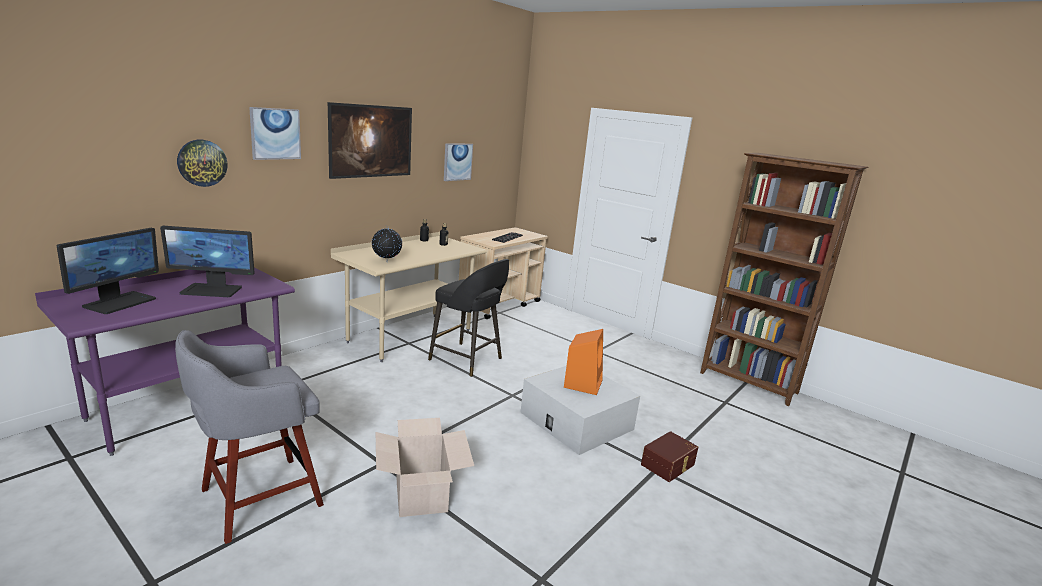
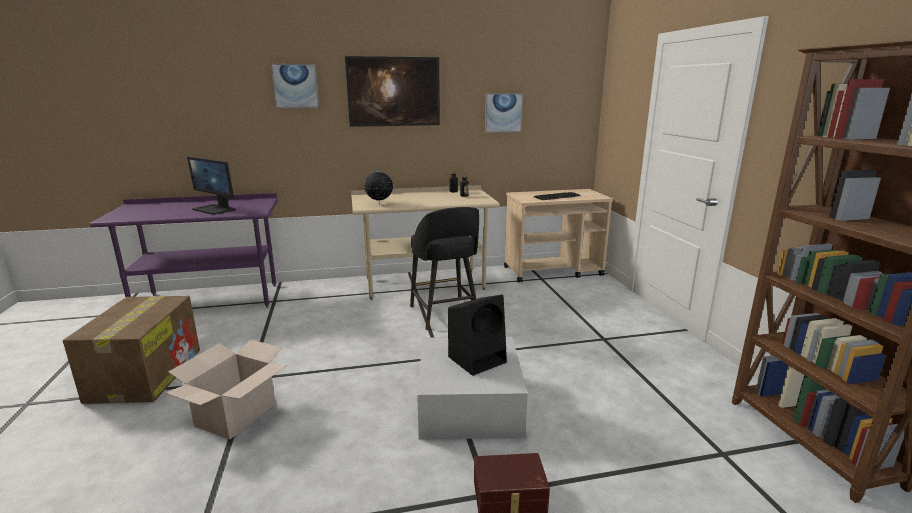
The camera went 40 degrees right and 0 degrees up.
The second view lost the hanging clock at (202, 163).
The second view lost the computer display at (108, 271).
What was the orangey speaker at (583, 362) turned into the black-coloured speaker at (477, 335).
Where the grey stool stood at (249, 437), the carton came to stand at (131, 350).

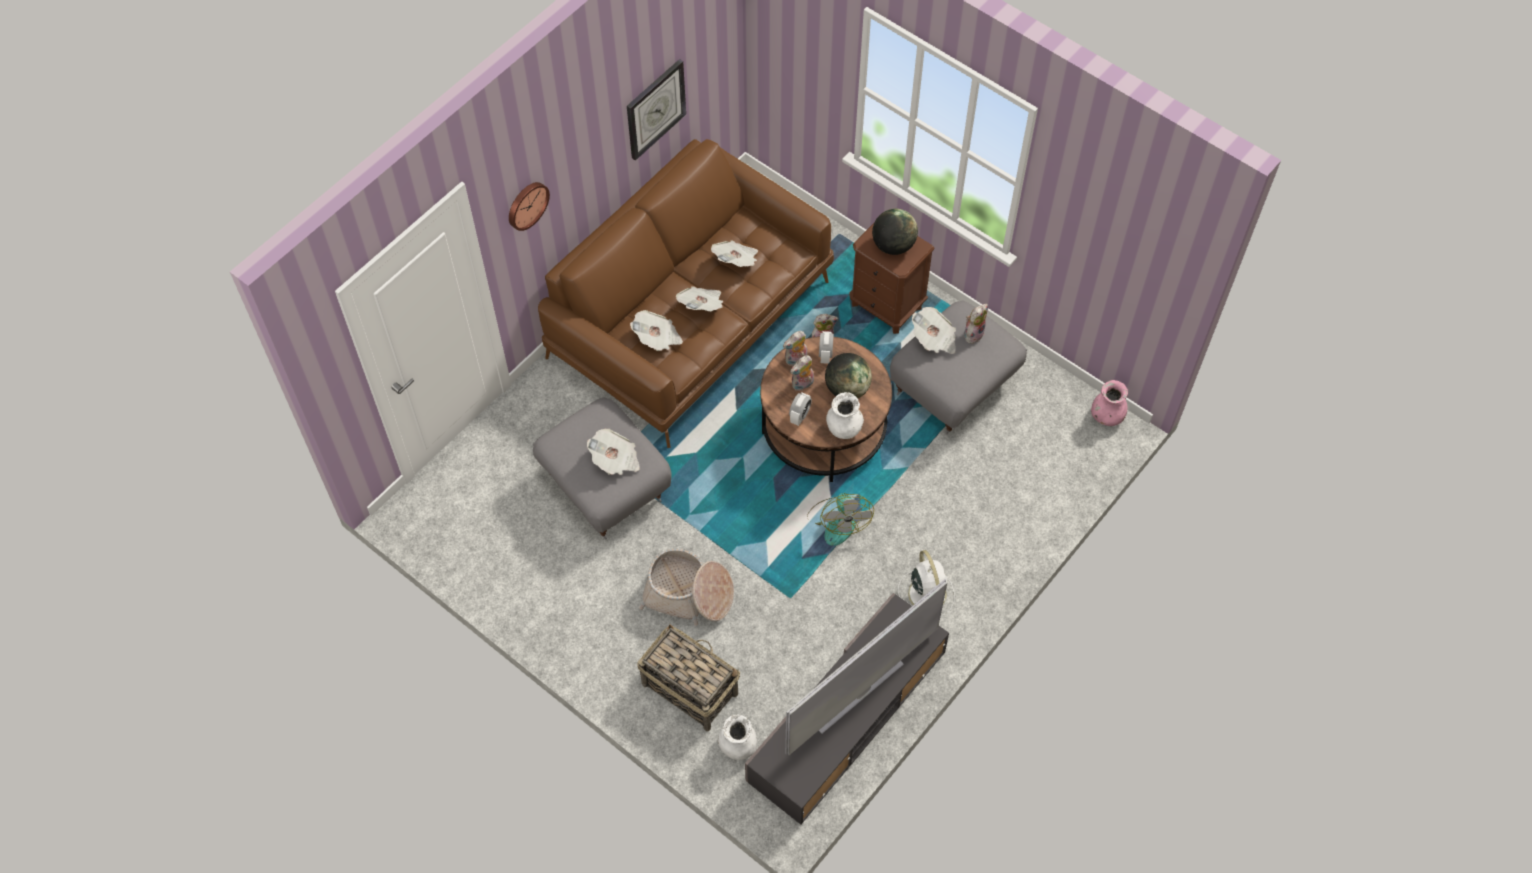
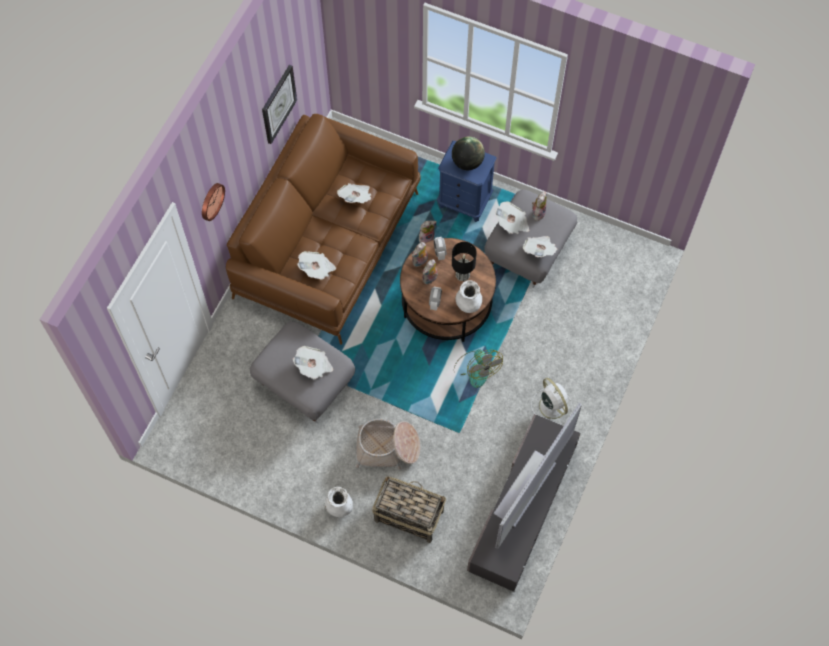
The camera went 15 degrees left and 5 degrees up.
What was the brown-coloured bedside table at (892, 278) turned into the blue-coloured bedside table at (467, 181).
The newspaper ended up elsewhere, having gone from (699, 298) to (540, 246).
Where the desk globe stood at (848, 375), the black-coloured tabletop lamp came to stand at (464, 261).
The second view lost the pinkish decorative vase at (1109, 403).
The white decorative vase ended up elsewhere, having gone from (737, 737) to (339, 502).

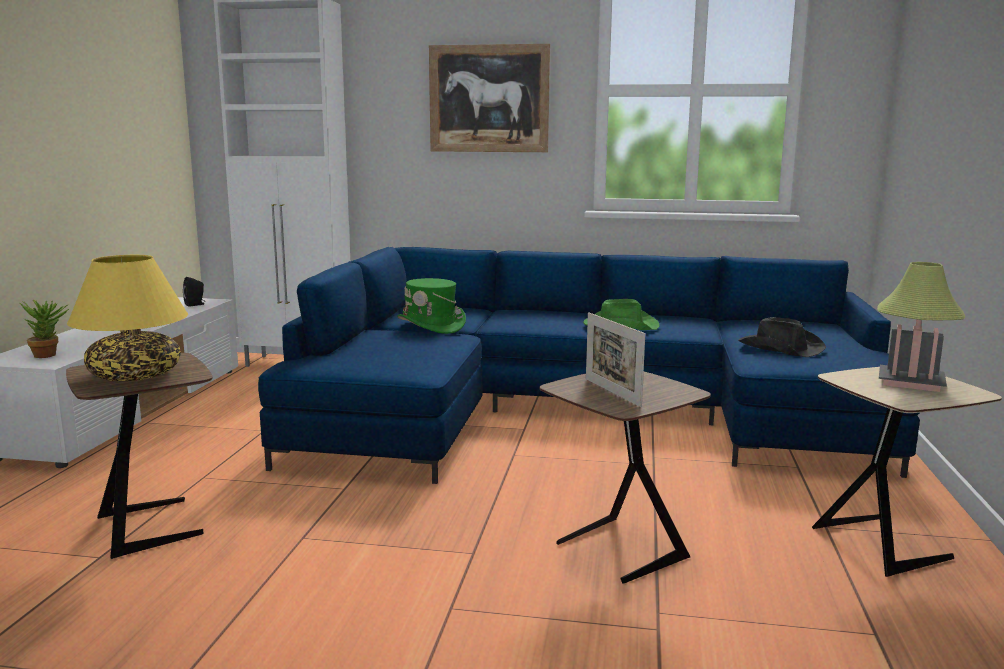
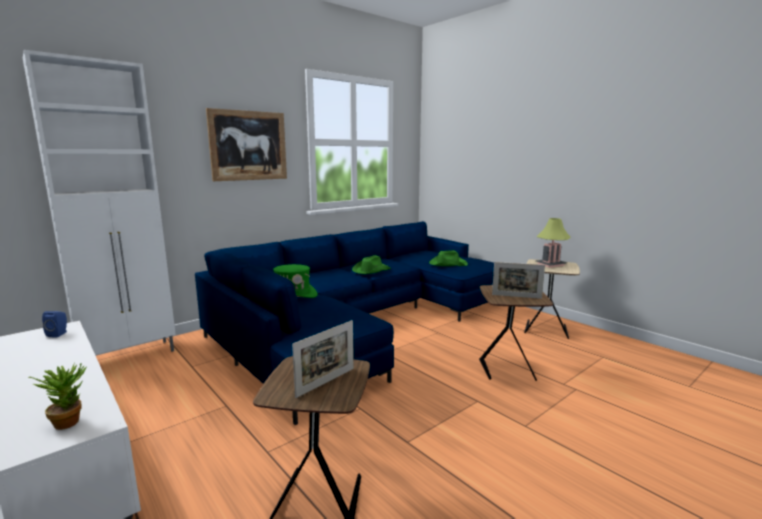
The camera went 50 degrees left and 0 degrees up.
Where the yellowish tabletop lamp stood at (127, 318), the picture frame came to stand at (323, 359).
What was the black-coloured speaker at (193, 292) turned into the blue-coloured speaker at (54, 324).
What was the black-coloured clothing hat at (782, 337) turned into the green-coloured clothing hat at (448, 258).

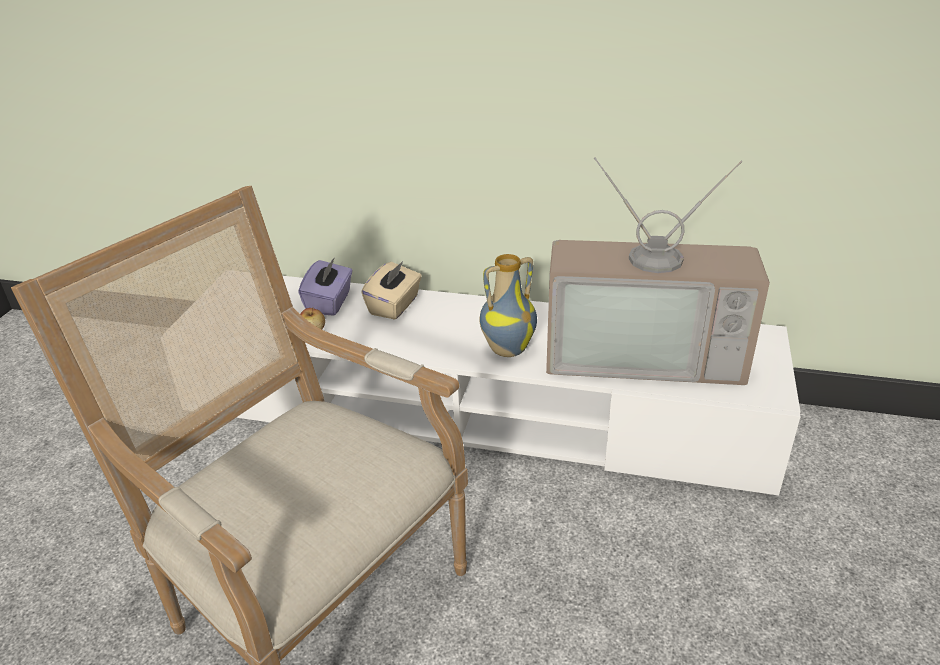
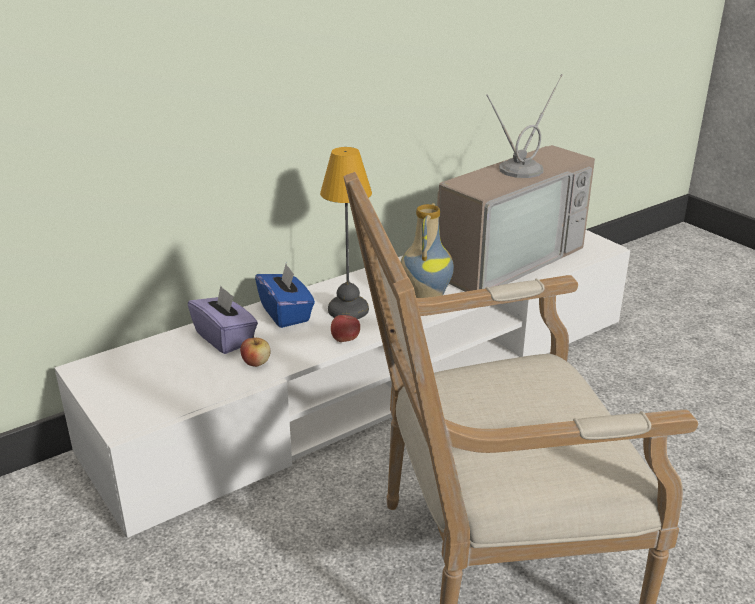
The camera went 50 degrees left and 5 degrees down.
What was the beige box of tissues at (391, 290) turned into the blue-coloured box of tissues at (285, 296).
The second view gained the tabletop lamp at (346, 233).
The second view gained the apple at (345, 328).

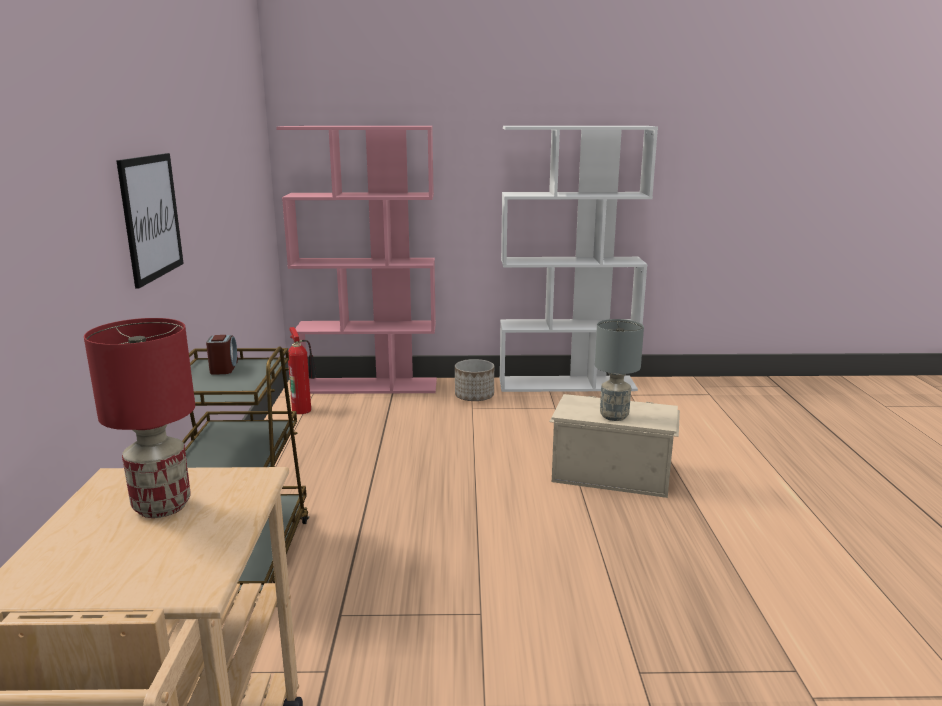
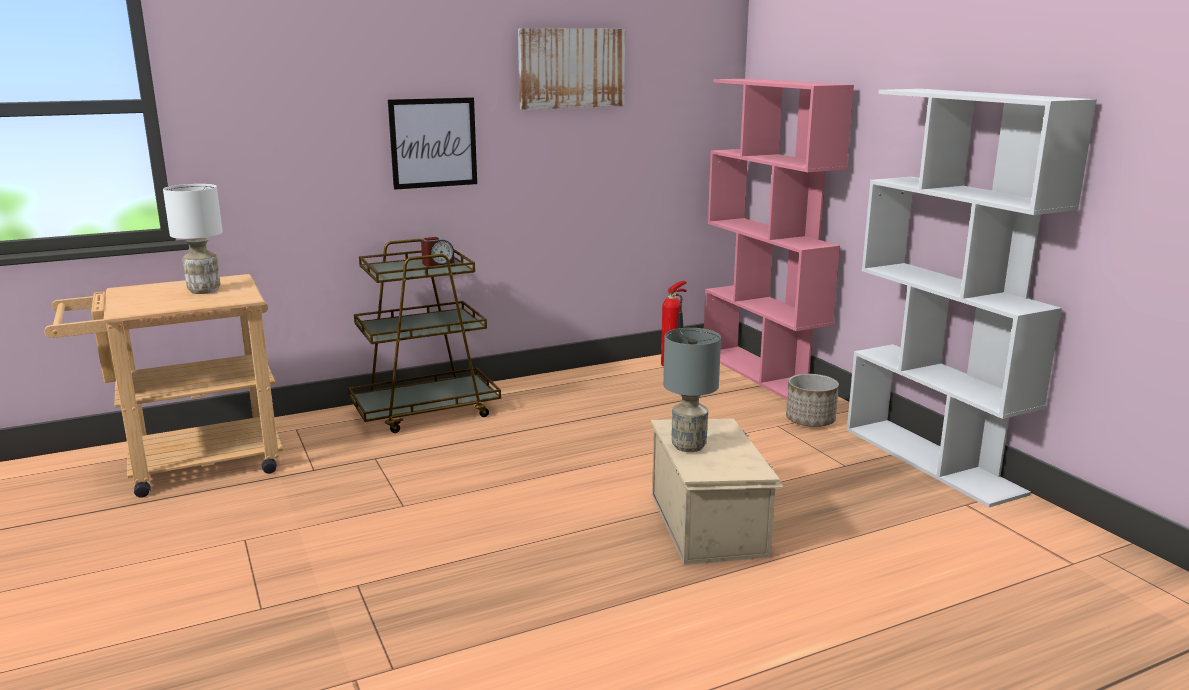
The camera went 65 degrees right and 0 degrees up.
What was the reddish tabletop lamp at (139, 418) turned into the white tabletop lamp at (193, 239).
The second view gained the wall art at (571, 69).

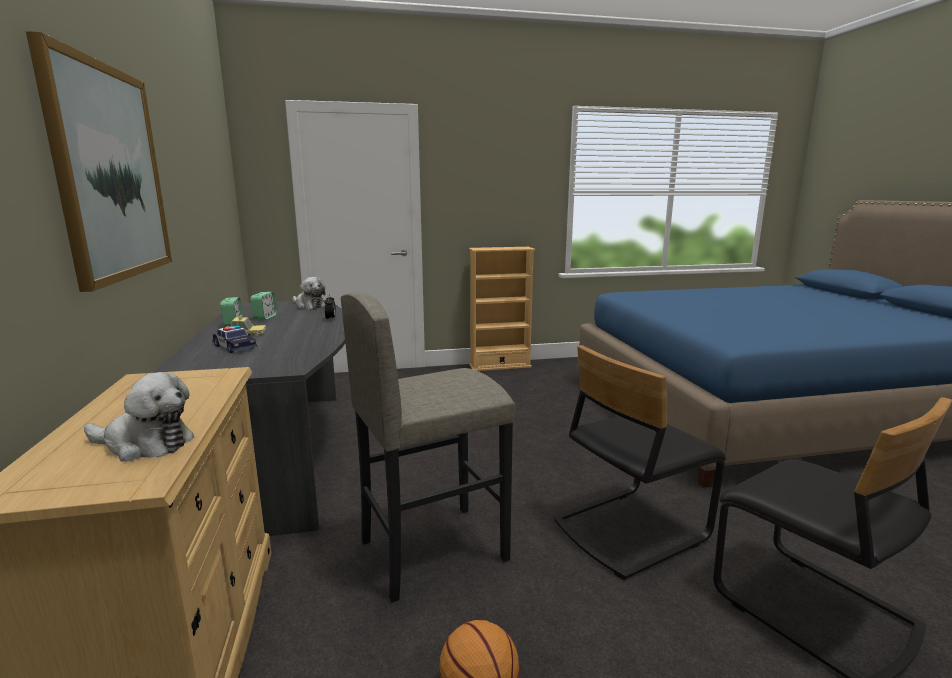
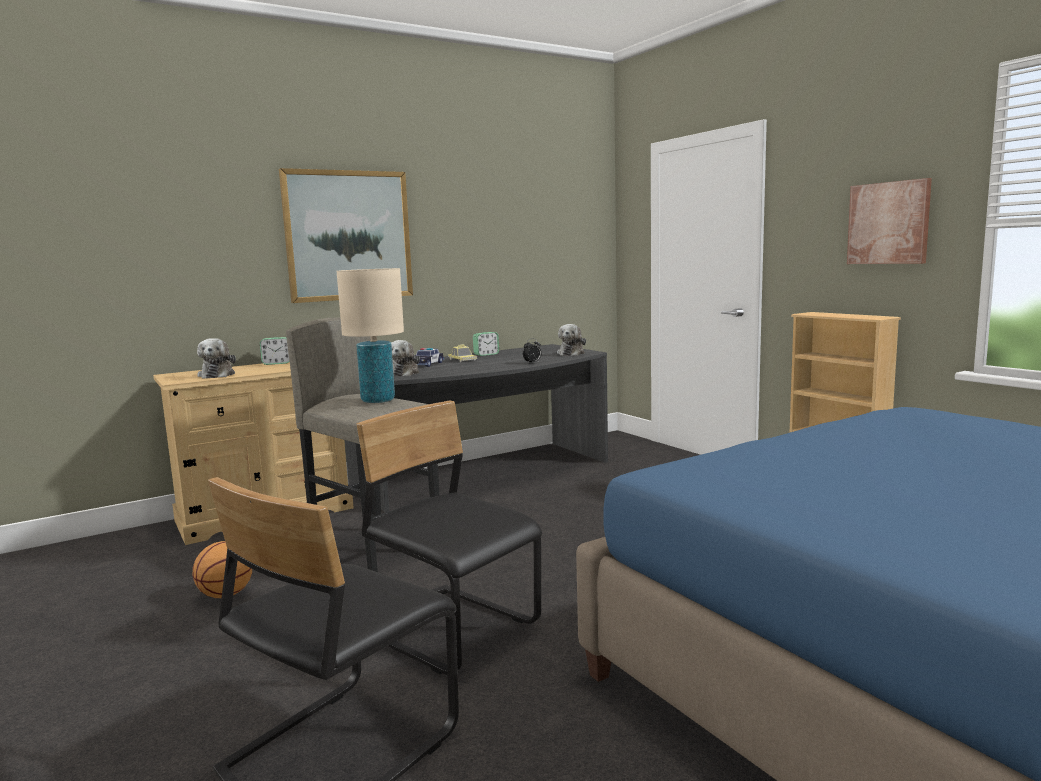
The camera went 70 degrees right and 5 degrees down.
The bedside clock ended up elsewhere, having gone from (263, 306) to (275, 351).
The second view gained the wall art at (889, 221).
The second view gained the beige tabletop lamp at (370, 335).
The second view gained the cuddly toy at (405, 358).

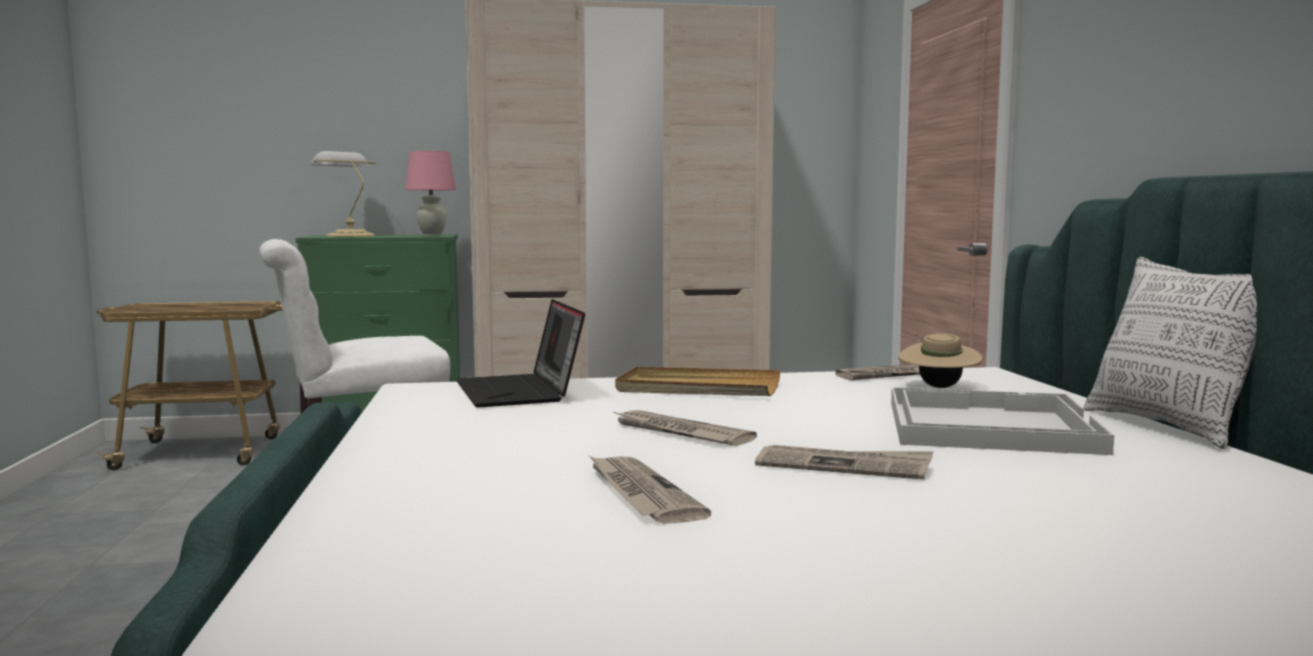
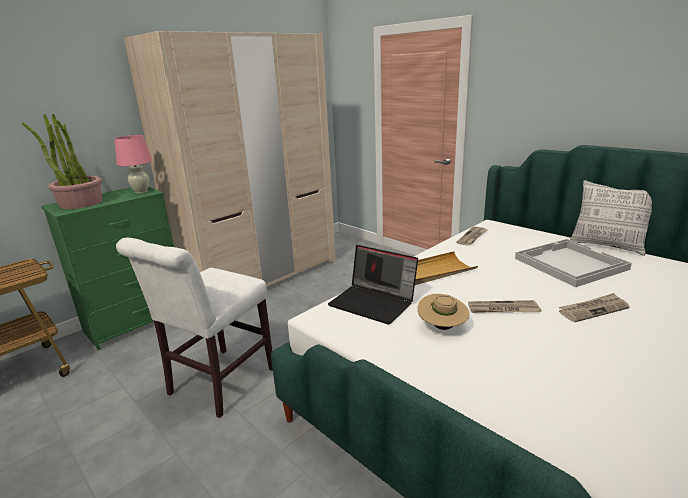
The camera went 35 degrees left and 15 degrees up.
Where the tabletop lamp stood at (343, 194), the houseplant came to stand at (62, 161).
The beige clothing hat ended up elsewhere, having gone from (940, 360) to (443, 312).
The second view lost the newspaper at (650, 490).

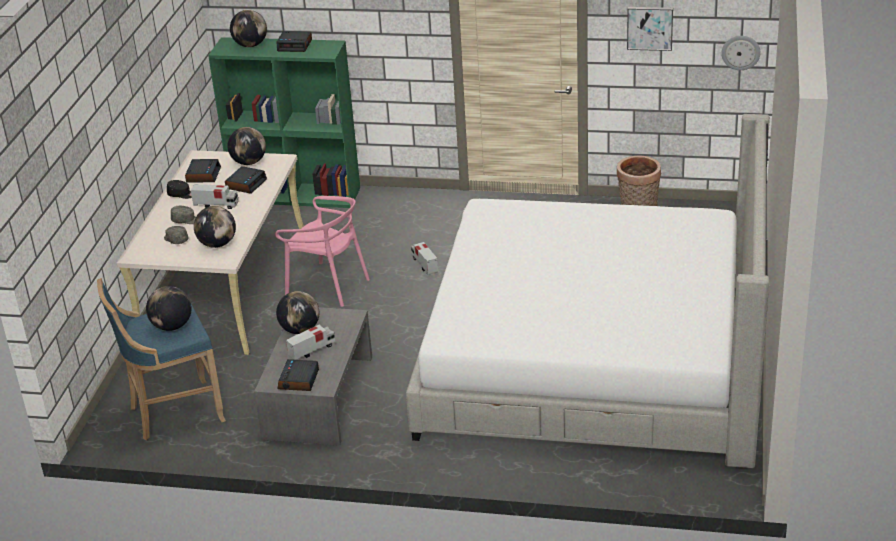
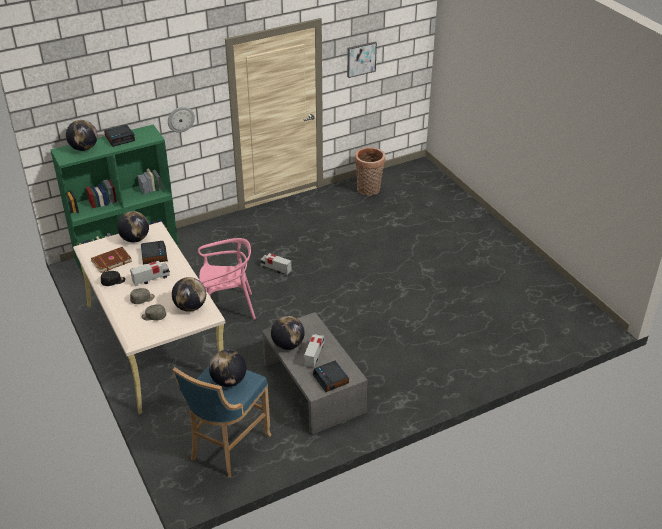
The camera went 40 degrees left and 5 degrees up.
The hanging clock ended up elsewhere, having gone from (741, 53) to (181, 120).
The second view lost the sleeping bed at (588, 291).
Where the bedside clock stood at (203, 171), the brown-coloured volume came to stand at (111, 260).

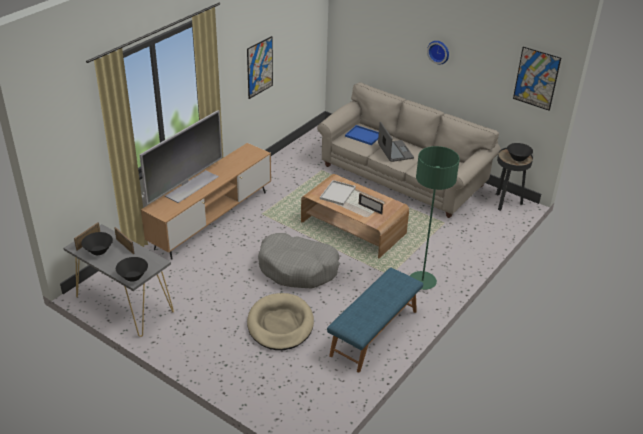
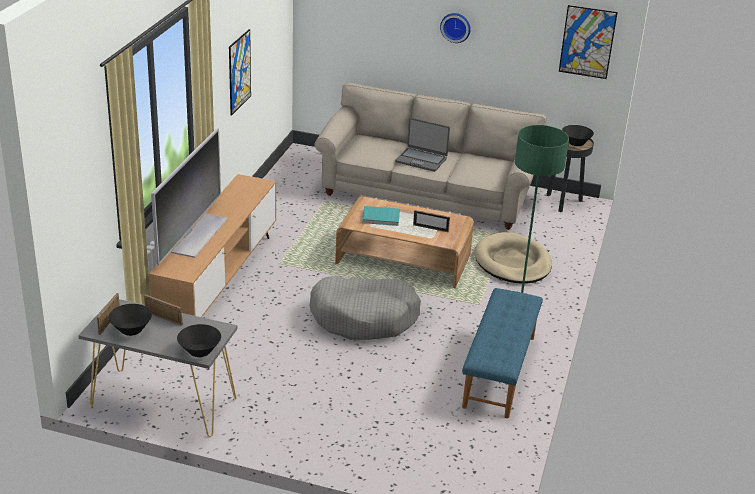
The camera went 20 degrees left and 5 degrees down.
The portable computer at (396, 142) ended up facing another way, 150 degrees clockwise from before.
The second view lost the blue-coloured carrying tray at (362, 135).
Where the white carrying tray stood at (338, 192), the blue-green volume came to stand at (381, 216).
The beige dog bed ended up elsewhere, having gone from (280, 321) to (513, 258).

